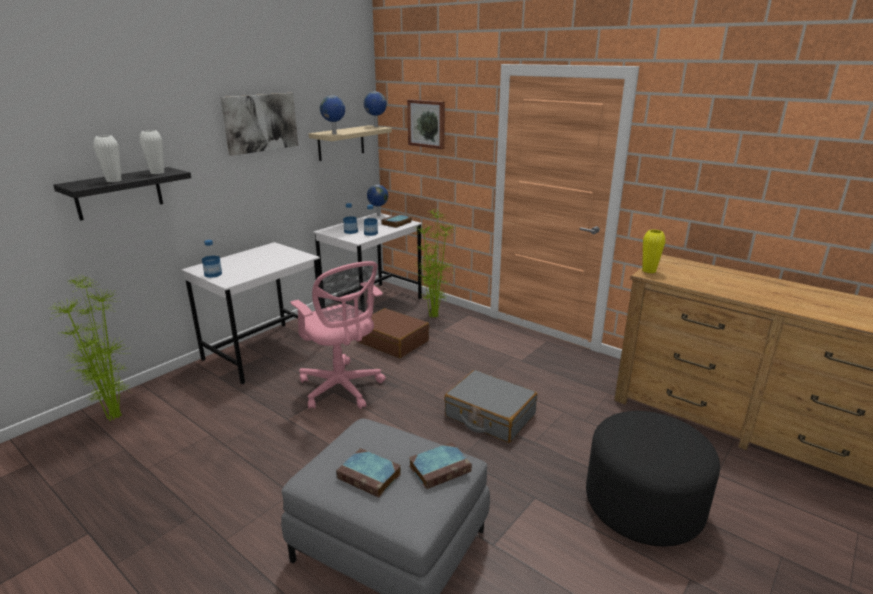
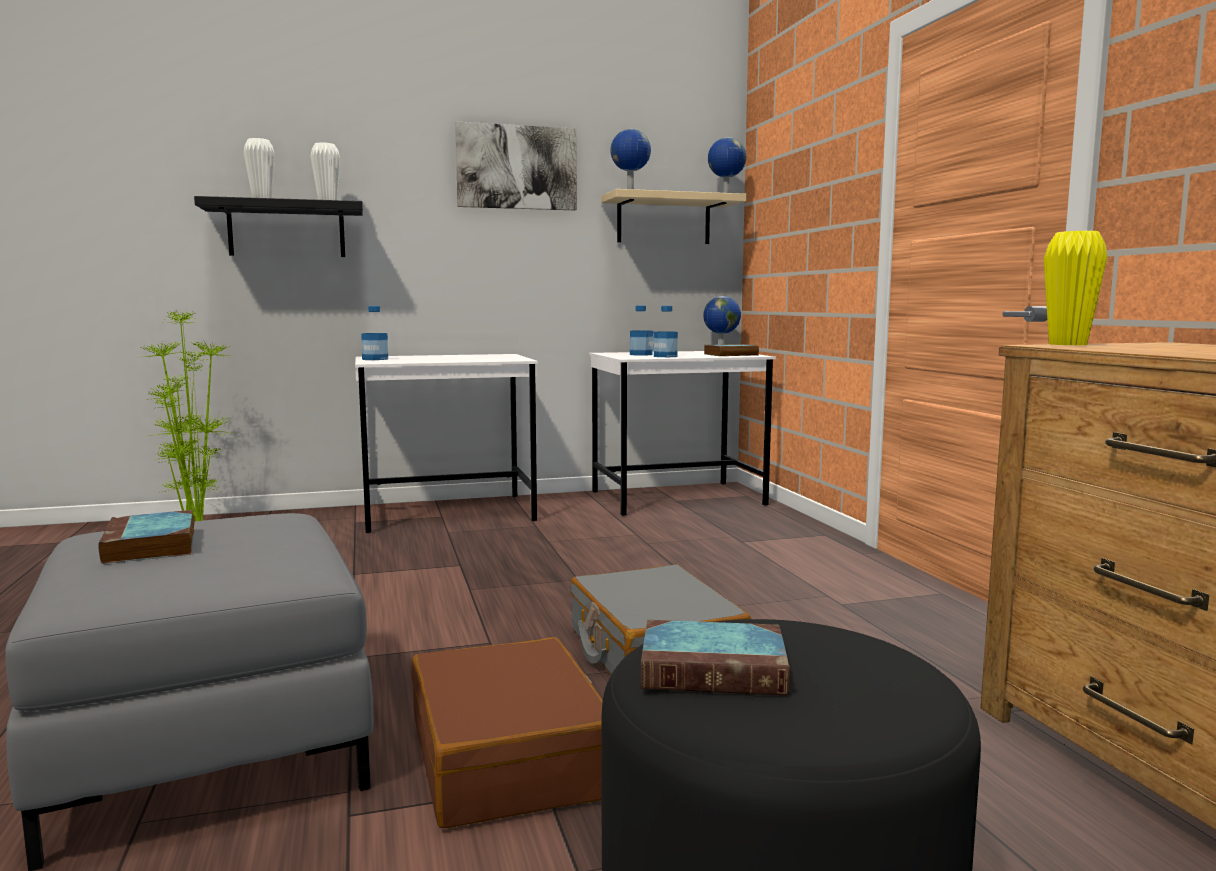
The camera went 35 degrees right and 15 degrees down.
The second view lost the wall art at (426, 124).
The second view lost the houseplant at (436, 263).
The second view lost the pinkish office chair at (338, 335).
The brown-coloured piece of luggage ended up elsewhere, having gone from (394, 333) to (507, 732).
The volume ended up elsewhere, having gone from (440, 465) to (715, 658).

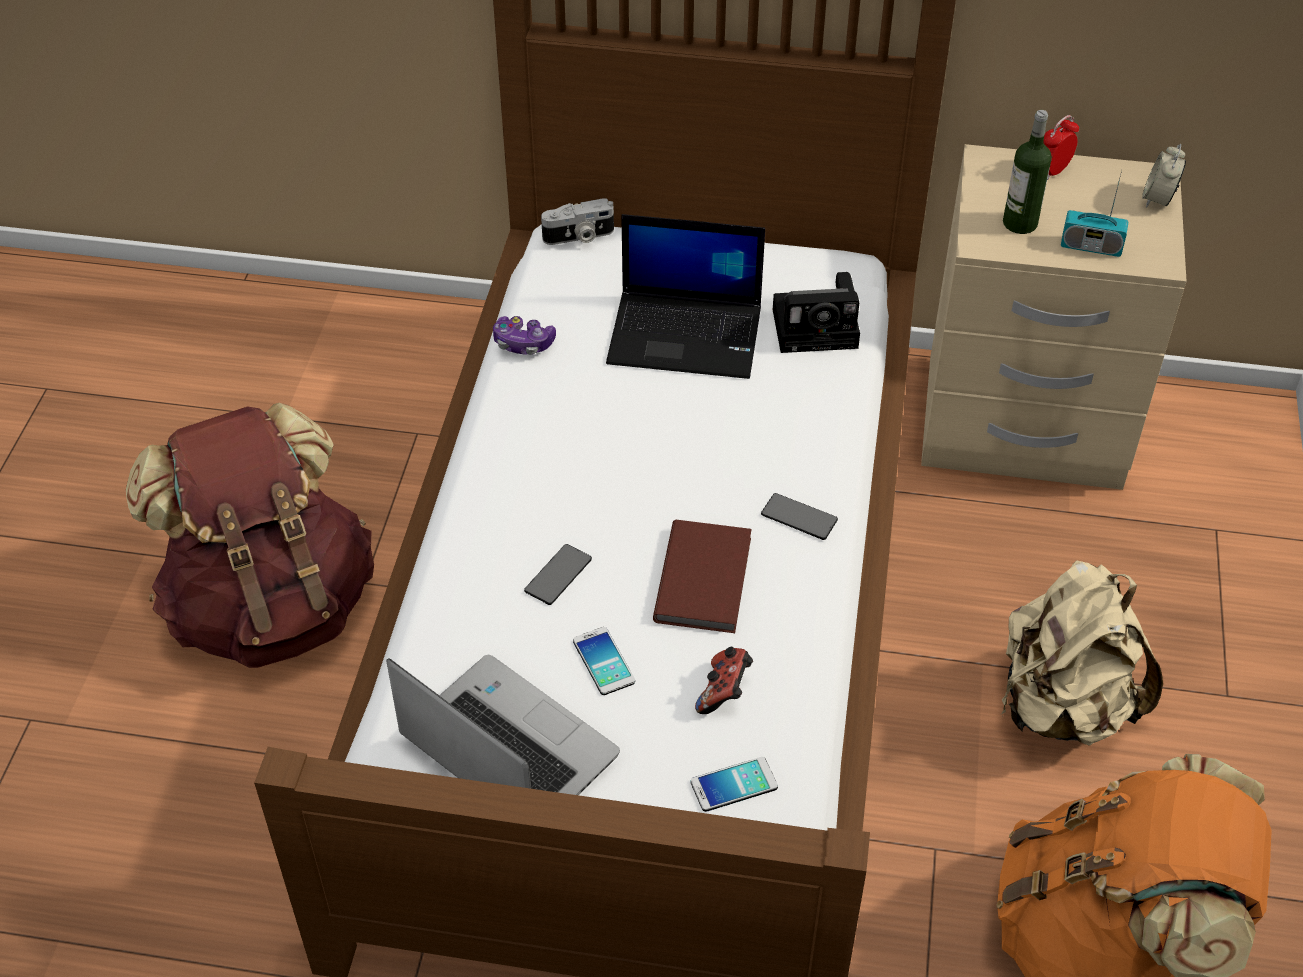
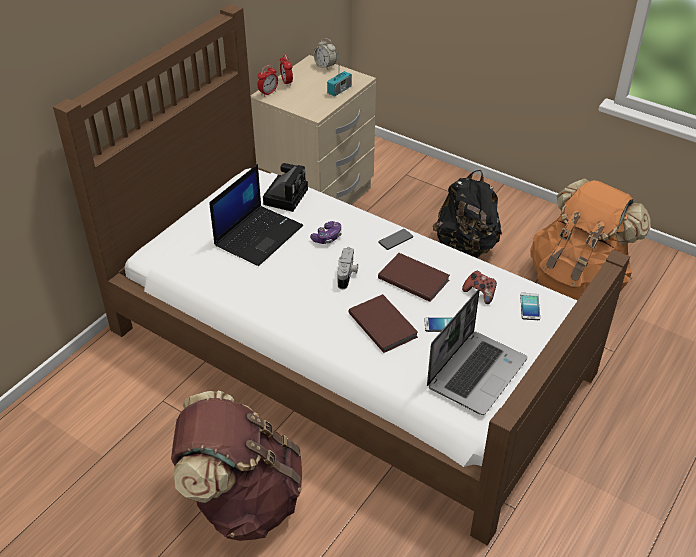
The camera went 65 degrees left and 5 degrees down.
The second view lost the drink bottle at (1027, 172).
The photo camera ended up elsewhere, having gone from (577, 221) to (348, 268).
The gamepad ended up elsewhere, having gone from (524, 335) to (326, 232).
Where the telephone stood at (558, 574), the brown-coloured volume came to stand at (383, 323).
What was the beige knapsack at (1082, 653) turned into the black-coloured knapsack at (467, 214).
The portable computer at (503, 725) ended up facing another way, 150 degrees clockwise from before.
The second view gained the bedside clock at (268, 81).

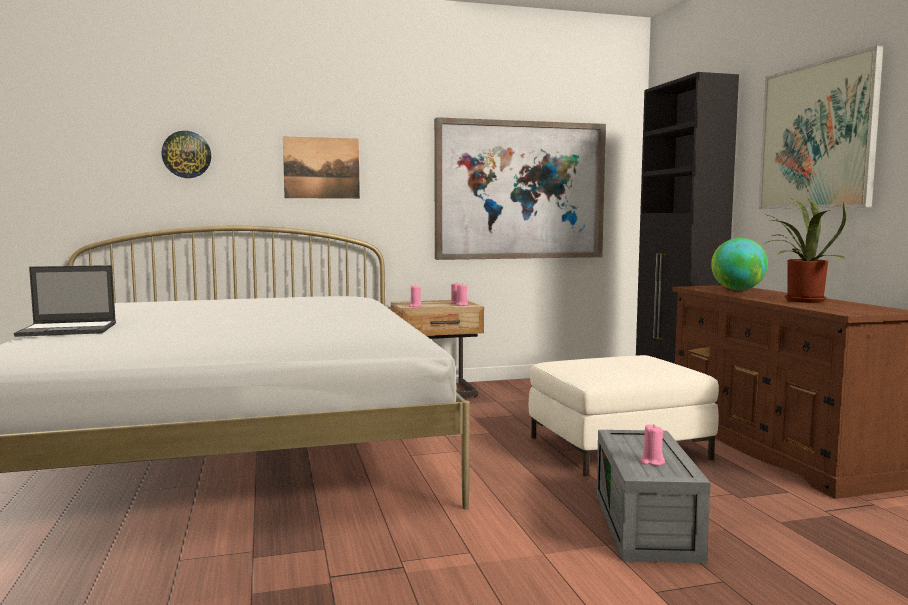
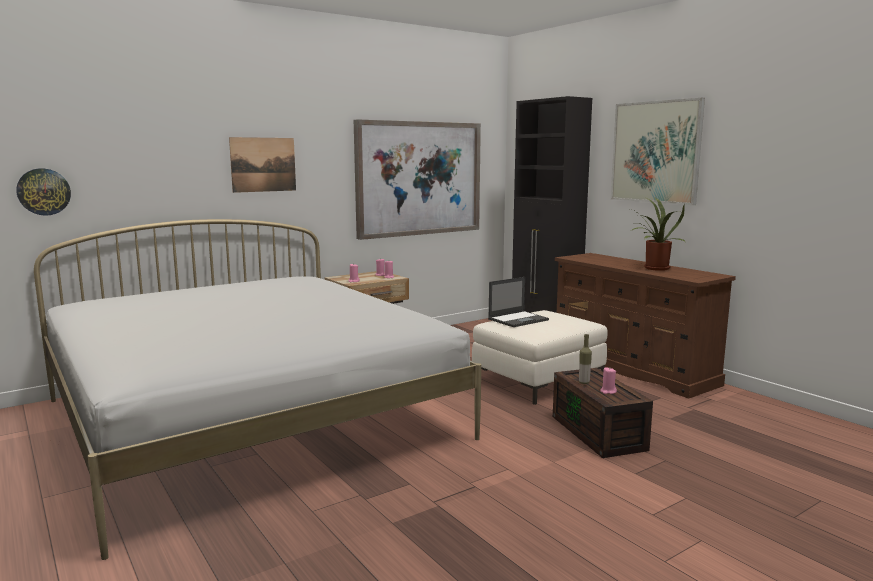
The camera went 20 degrees left and 5 degrees up.
The hanging clock ended up elsewhere, having gone from (186, 154) to (43, 192).
The second view lost the desk globe at (739, 264).
The portable computer ended up elsewhere, having gone from (65, 301) to (518, 302).
What was the grey storage bin at (653, 496) turned into the brown-coloured storage bin at (603, 413).
The second view gained the drink bottle at (585, 359).

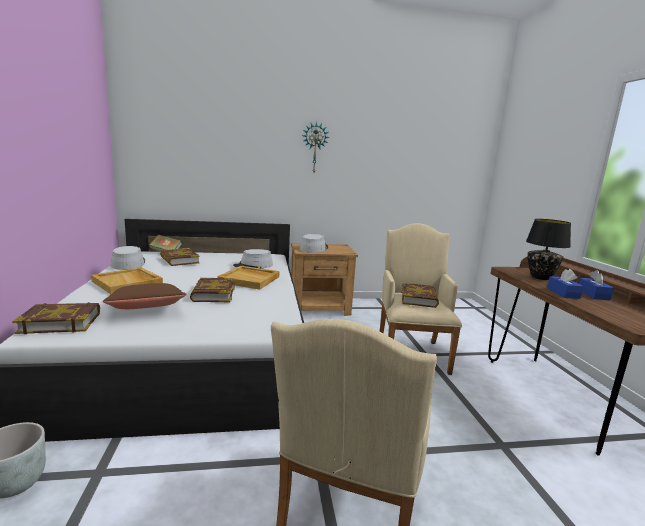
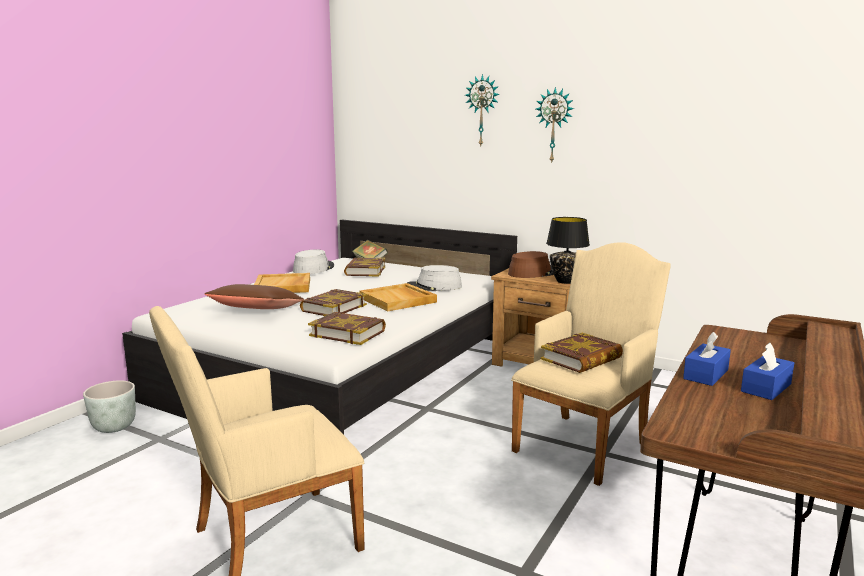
The camera went 40 degrees right and 0 degrees up.
The black-coloured tabletop lamp ended up elsewhere, having gone from (548, 249) to (568, 250).
What was the grey clothing hat at (314, 243) turned into the brown-coloured clothing hat at (531, 264).
The volume ended up elsewhere, having gone from (56, 318) to (347, 328).
The second view gained the hanging clock at (482, 110).

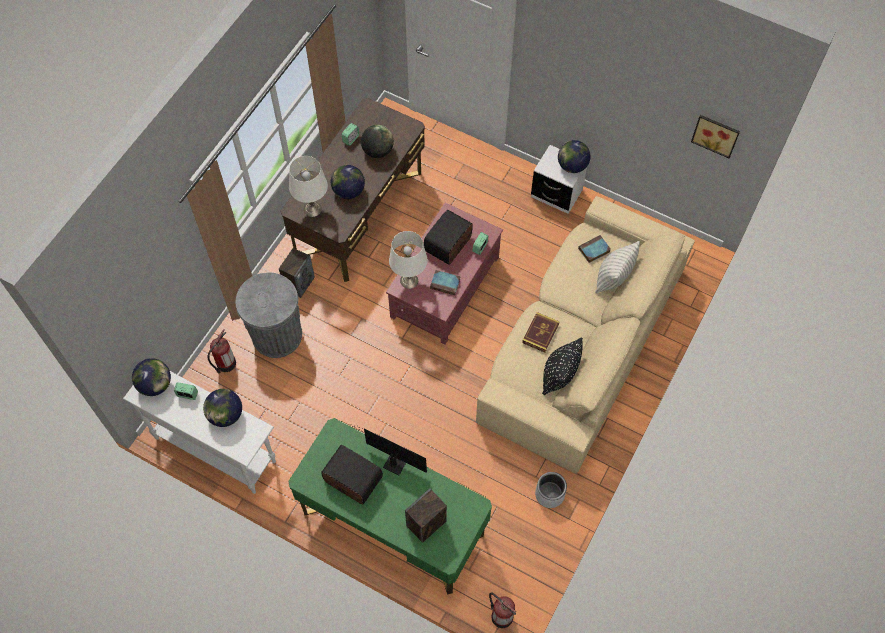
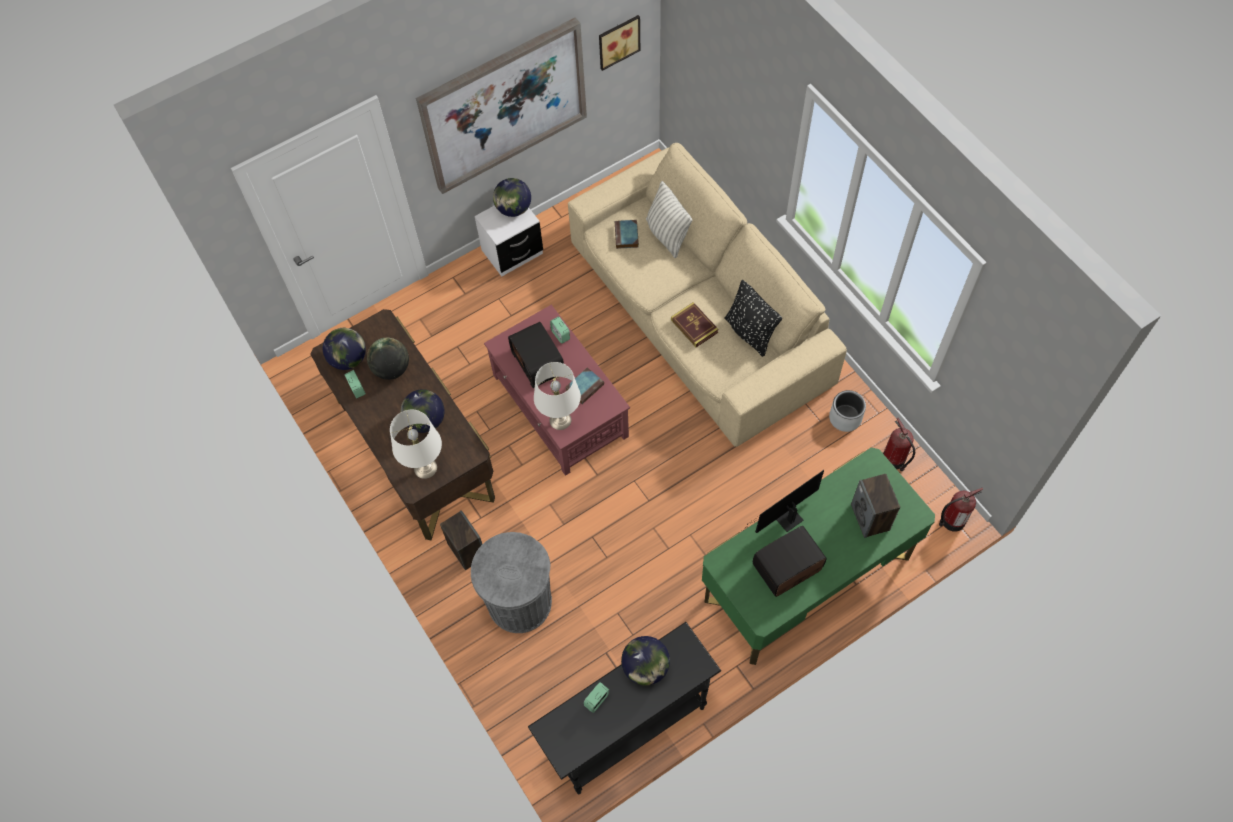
The camera went 60 degrees left and 0 degrees up.
The fire extinguisher ended up elsewhere, having gone from (221, 351) to (899, 444).
The desk globe ended up elsewhere, having gone from (151, 377) to (344, 349).
What was the white hall table at (199, 432) turned into the black-coloured hall table at (624, 708).
The second view gained the wall art at (501, 105).

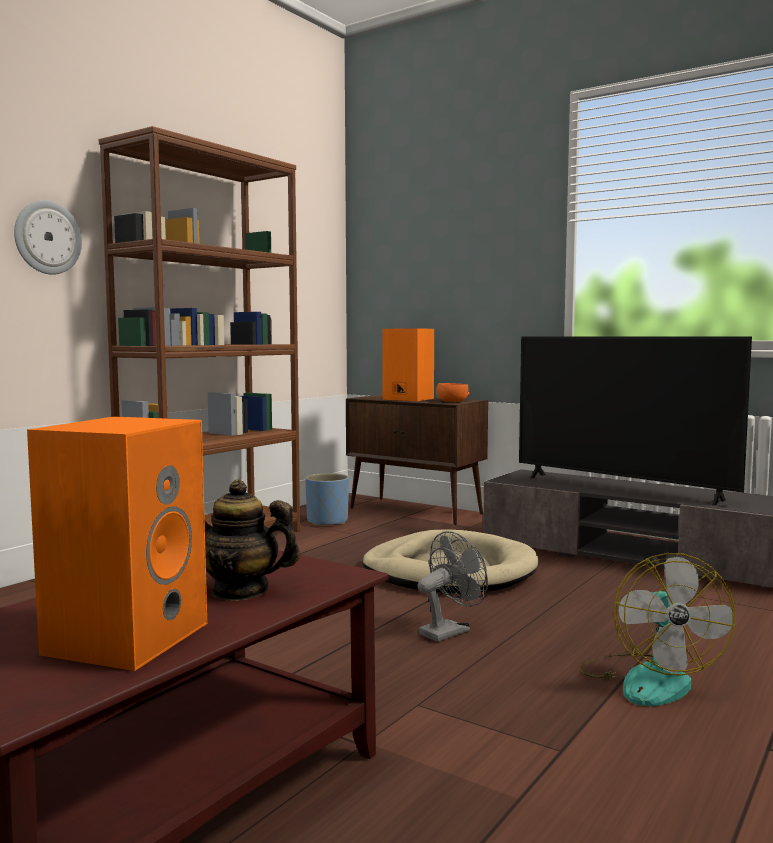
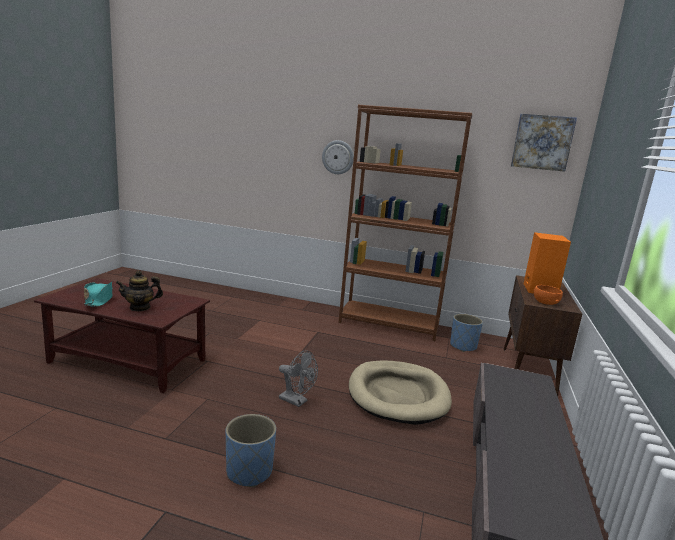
The camera went 70 degrees right and 10 degrees up.
The second view lost the TV set at (635, 421).
Where the orangey speaker stood at (117, 544), the blue-green clothing hat came to stand at (98, 294).
The tea pot at (252, 540) ended up facing another way, 105 degrees counterclockwise from before.
Where the electric fan stood at (656, 629), the blue-coloured planter came to stand at (251, 450).
The second view gained the wall art at (544, 143).

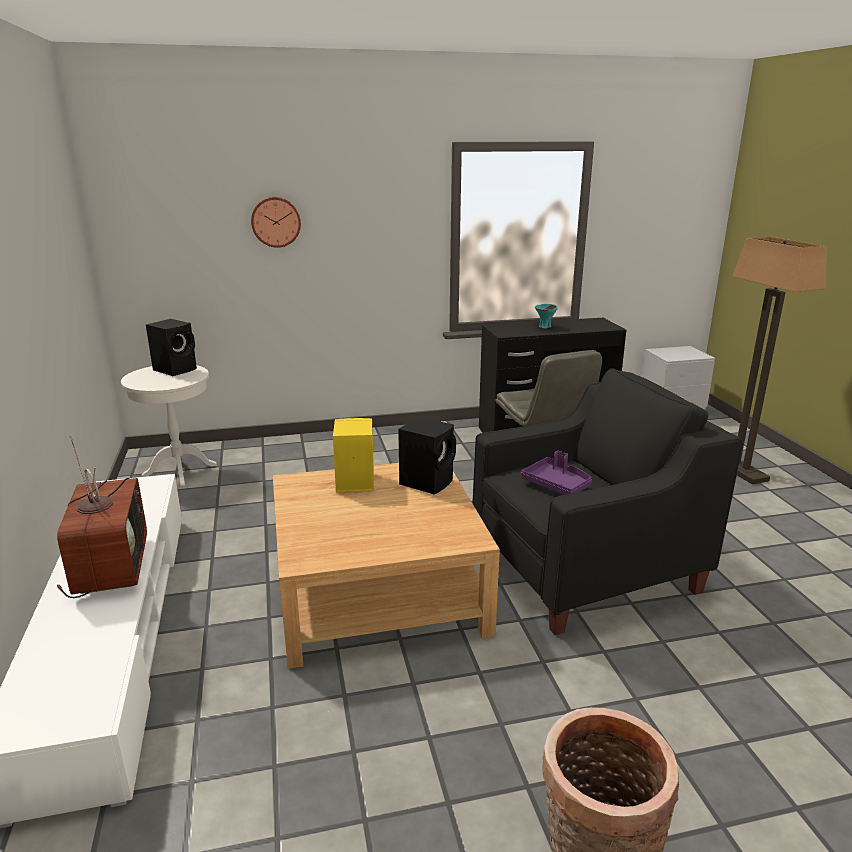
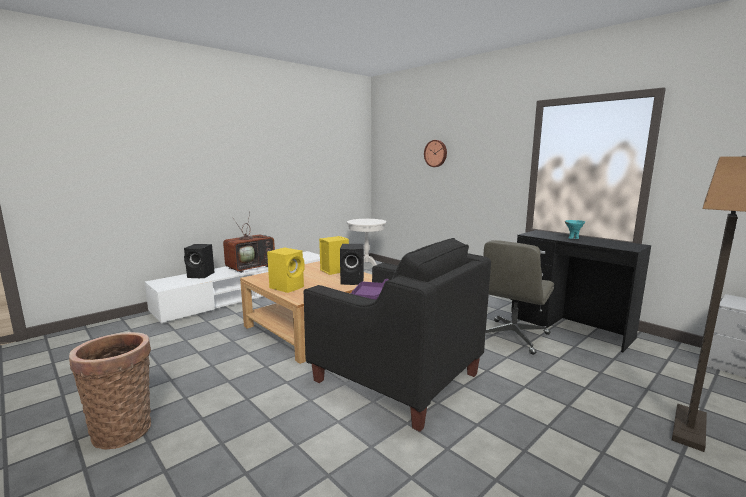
The camera went 60 degrees right and 10 degrees down.
The black-coloured speaker ended up elsewhere, having gone from (171, 347) to (199, 261).
The second view gained the yellowish speaker at (286, 270).

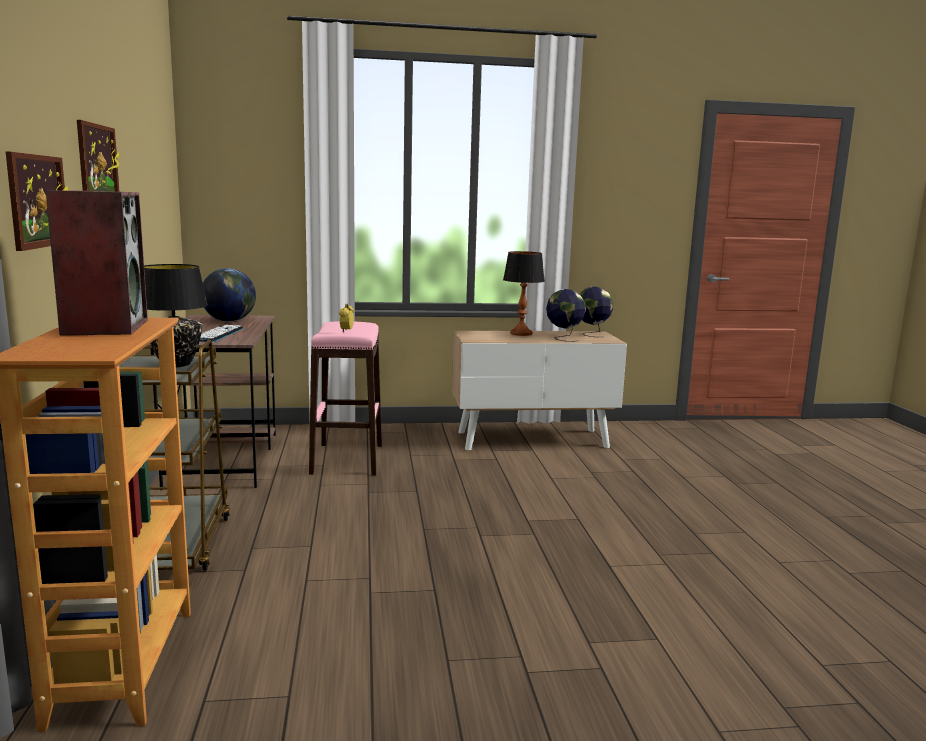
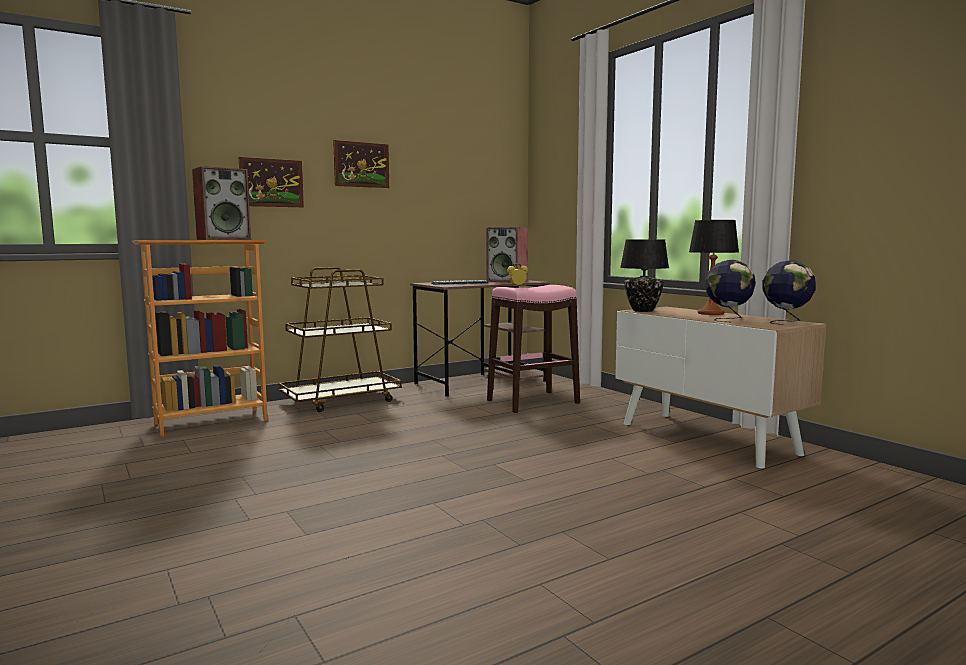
The camera went 65 degrees right and 5 degrees down.
The black-coloured tabletop lamp ended up elsewhere, having gone from (176, 315) to (644, 275).
Where the desk globe stood at (229, 295), the speaker came to stand at (507, 254).

